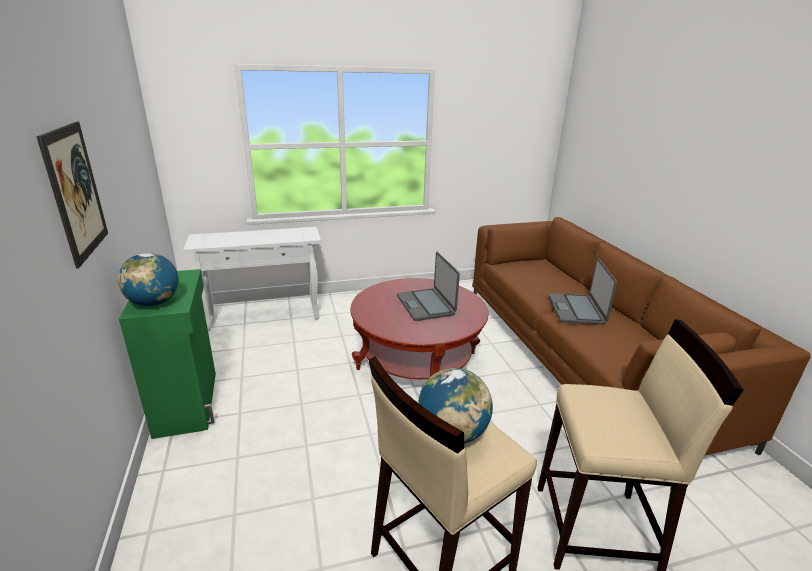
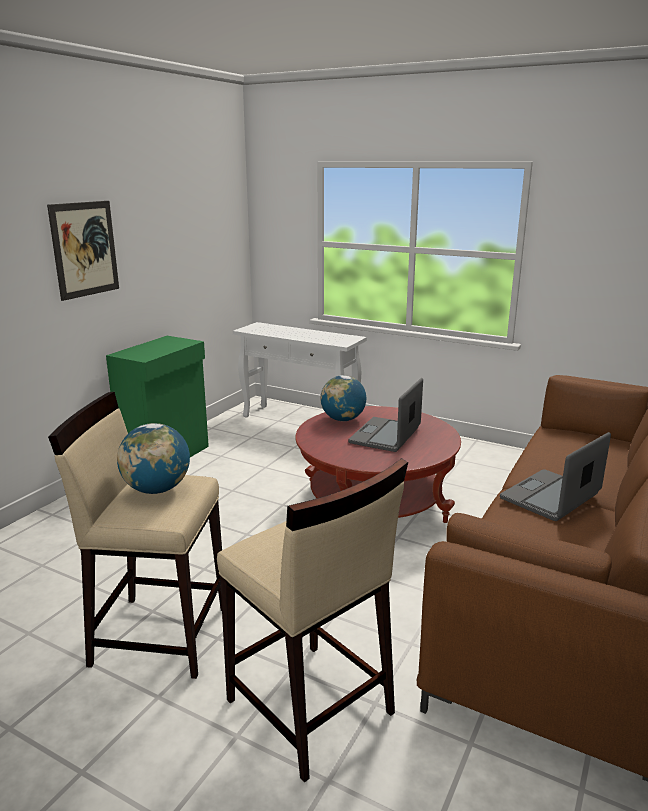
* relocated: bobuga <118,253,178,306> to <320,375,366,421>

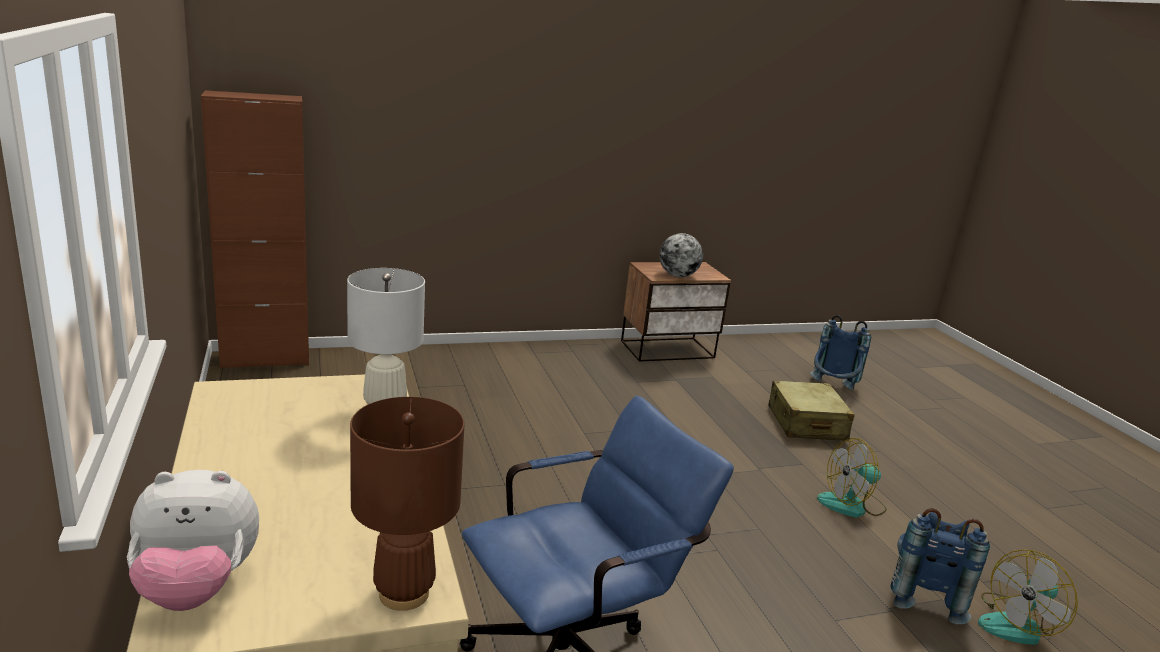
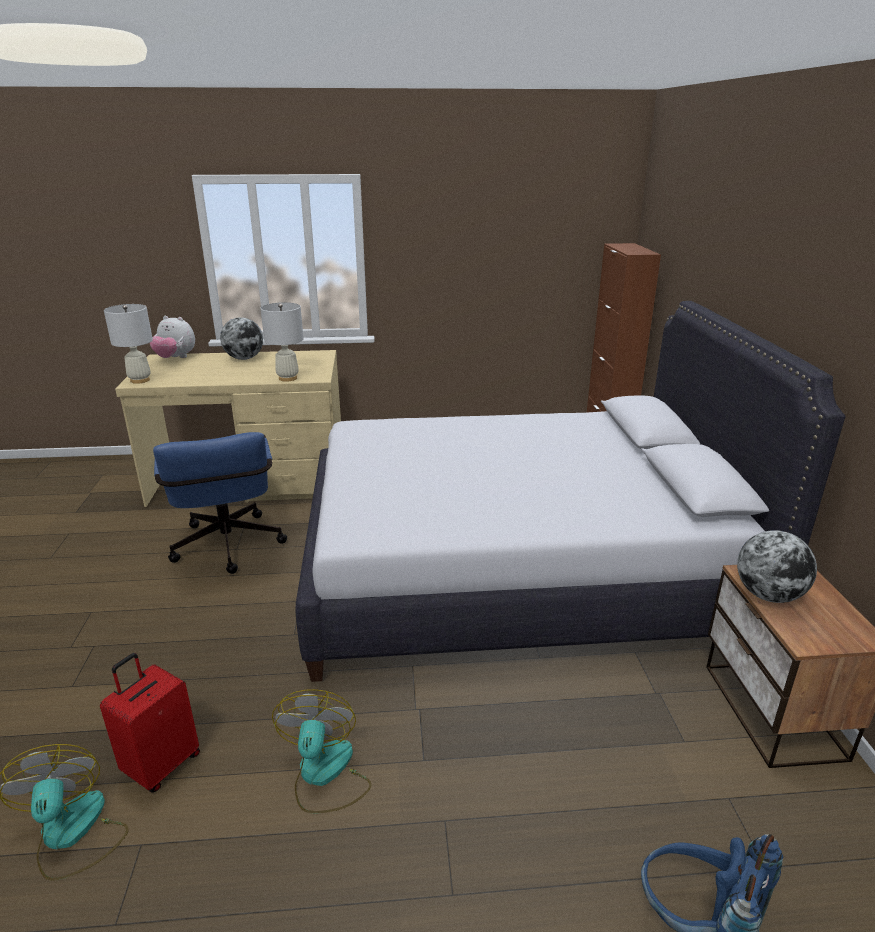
* exchanged: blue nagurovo <891,508,990,624> to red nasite <100,653,200,793>
* colour: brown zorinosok <350,397,464,611> to white zorinosok <104,304,153,384>
* spun: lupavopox <127,470,259,611> = <150,316,195,358> 75 degrees counterclockwise
* appeared: bobuga <220,317,263,360>
* appeared: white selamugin <295,301,845,682>
* missing: beige nasite <768,380,855,441>

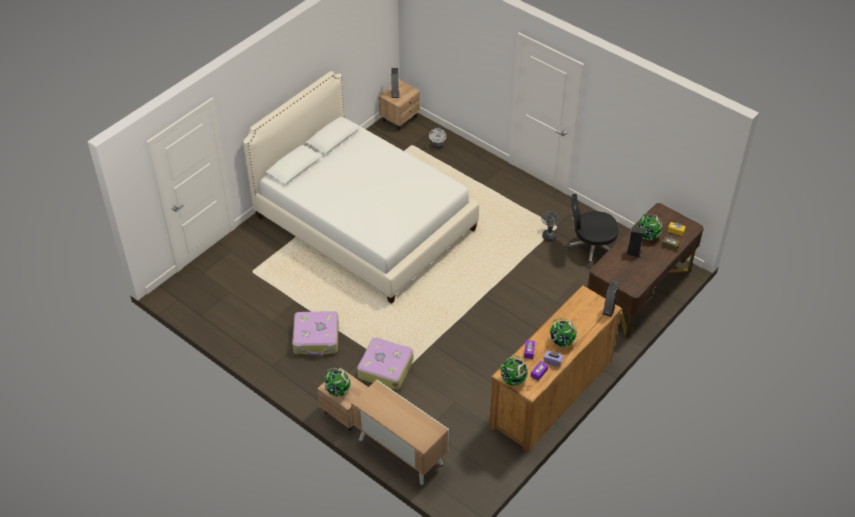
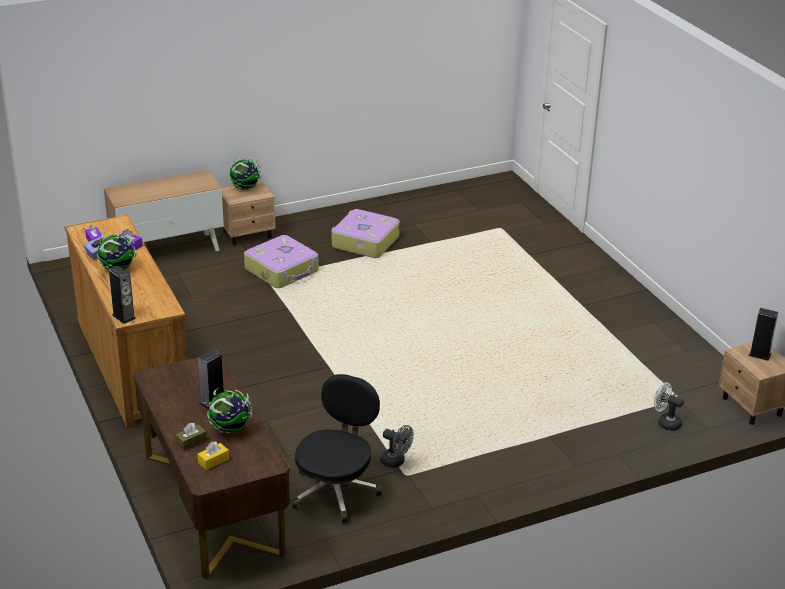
* missing: white selamugin <243,71,479,304>
* missing: bobuga <500,355,528,386>

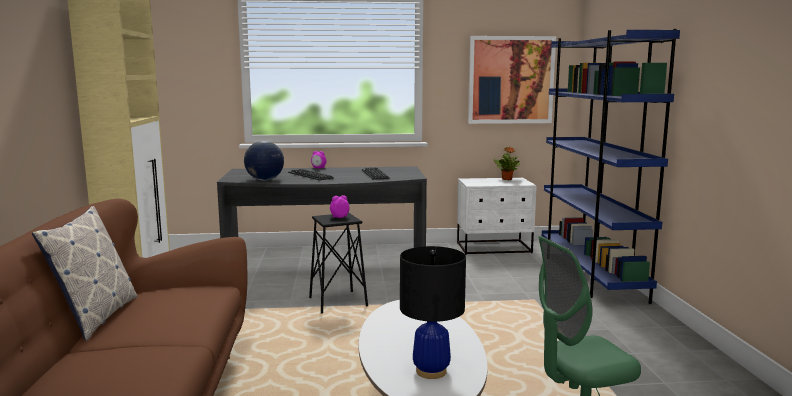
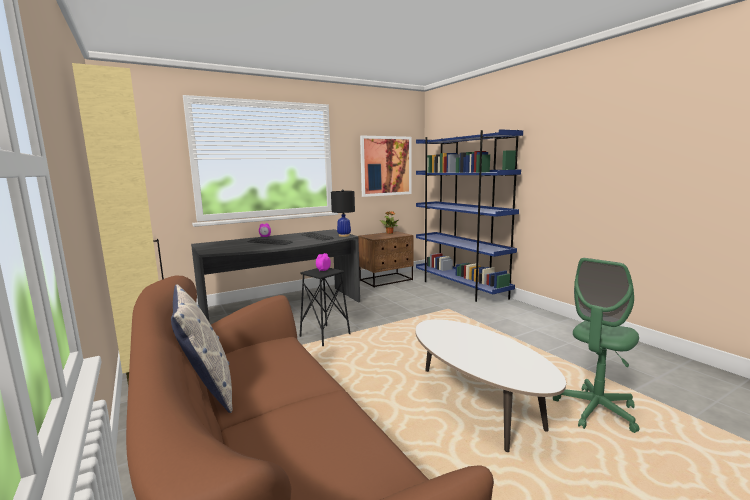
* relocated: black zorinosok <400,246,466,379> to <331,189,355,237>
* colour: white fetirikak <457,178,537,255> to brown fetirikak <359,231,414,288>
* missing: bobuga <244,141,284,181>

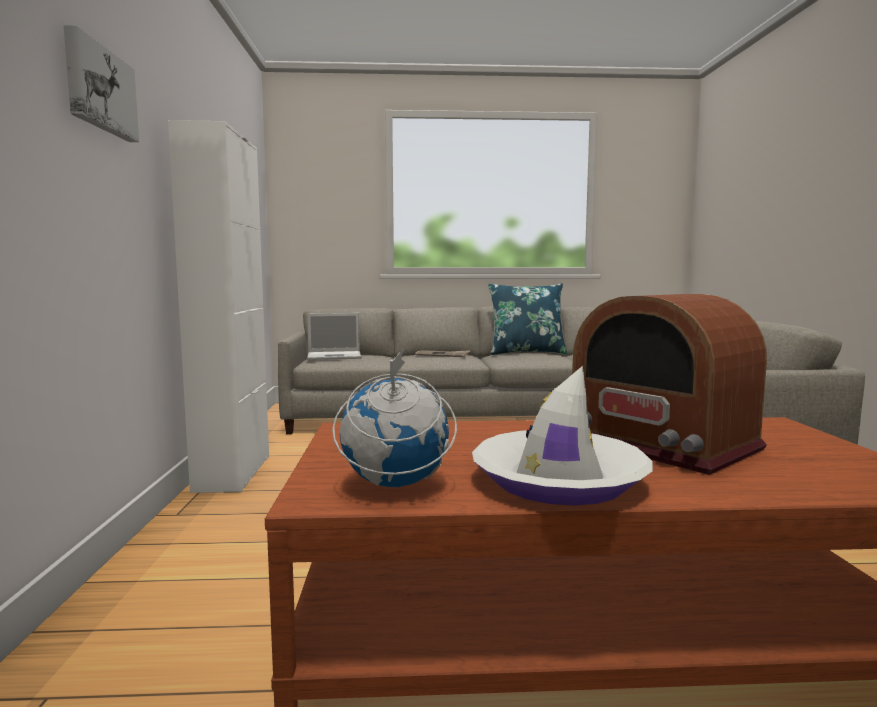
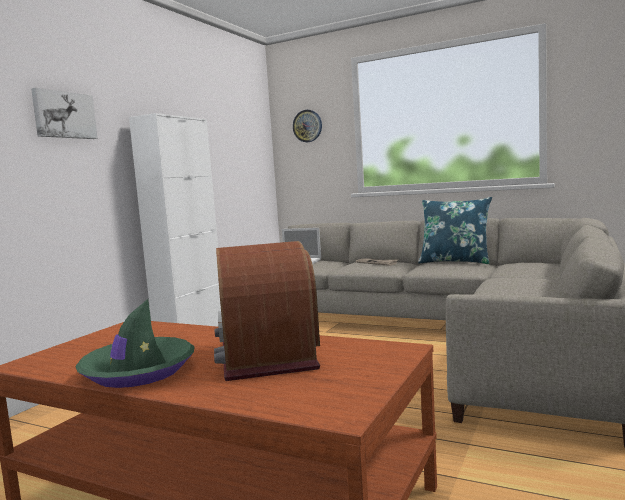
* colour: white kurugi <472,366,653,505> to green kurugi <75,299,195,388>
* appeared: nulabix <293,110,322,142>
* missing: bobuga <332,348,457,487>

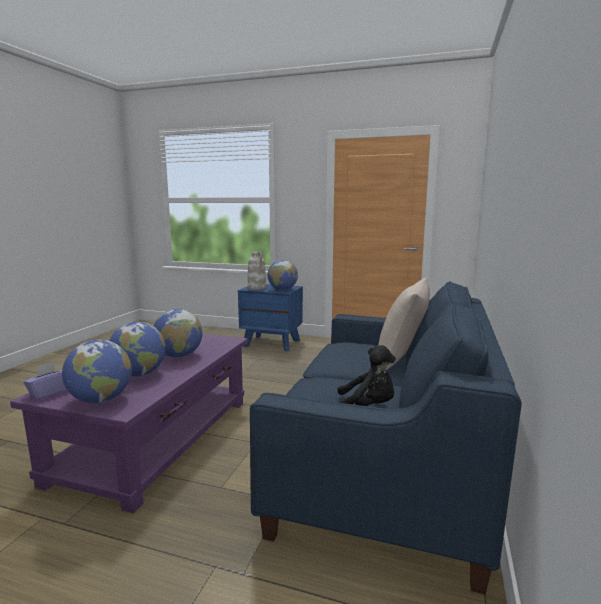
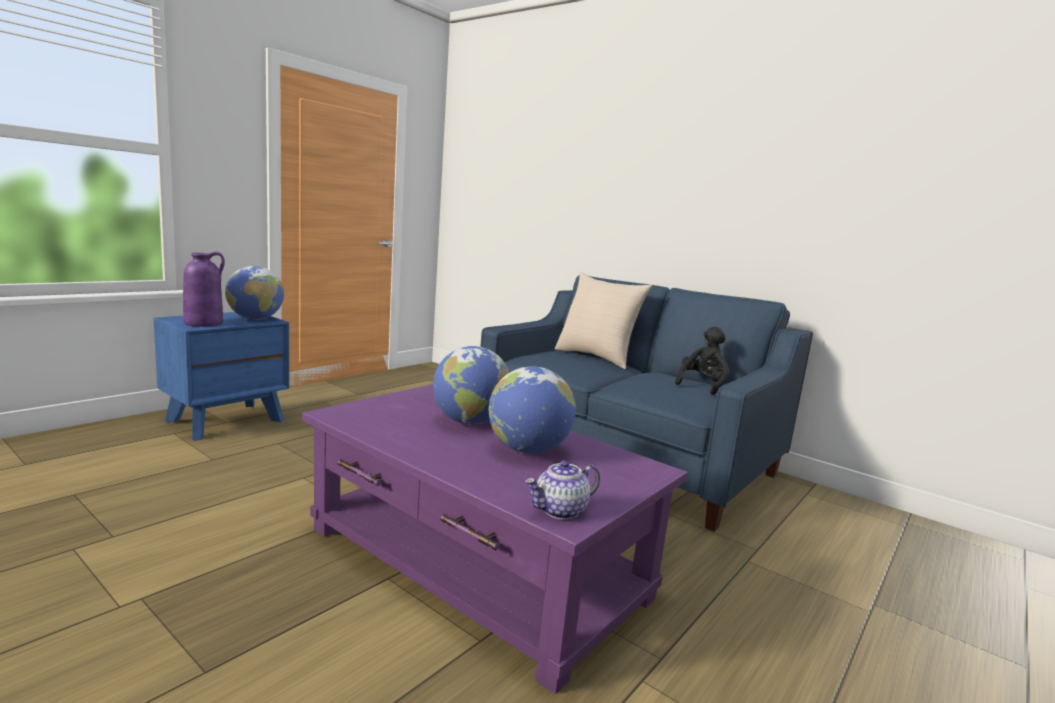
* colour: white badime <248,251,266,290> to purple badime <183,252,225,327>
* exchanged: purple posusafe <23,362,67,400> to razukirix <525,460,600,520>
* missing: bobuga <62,340,132,403>

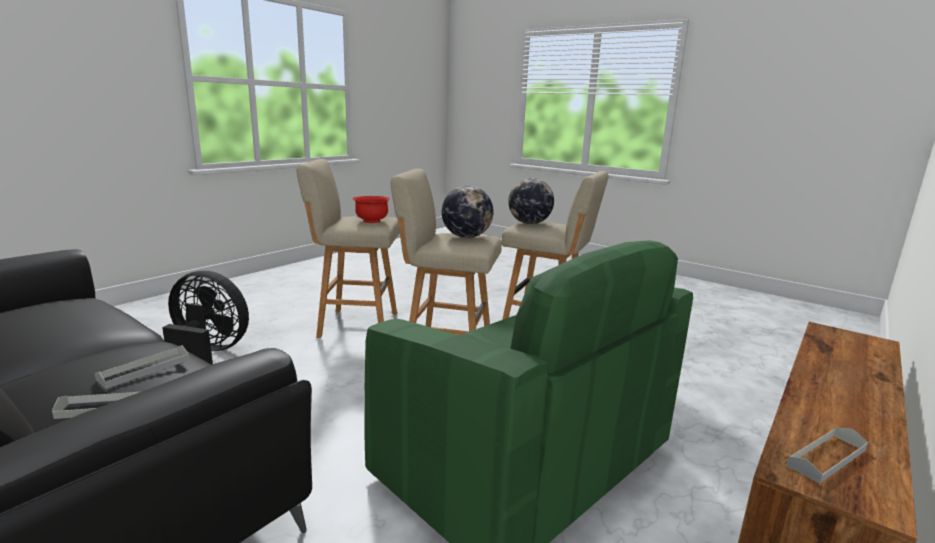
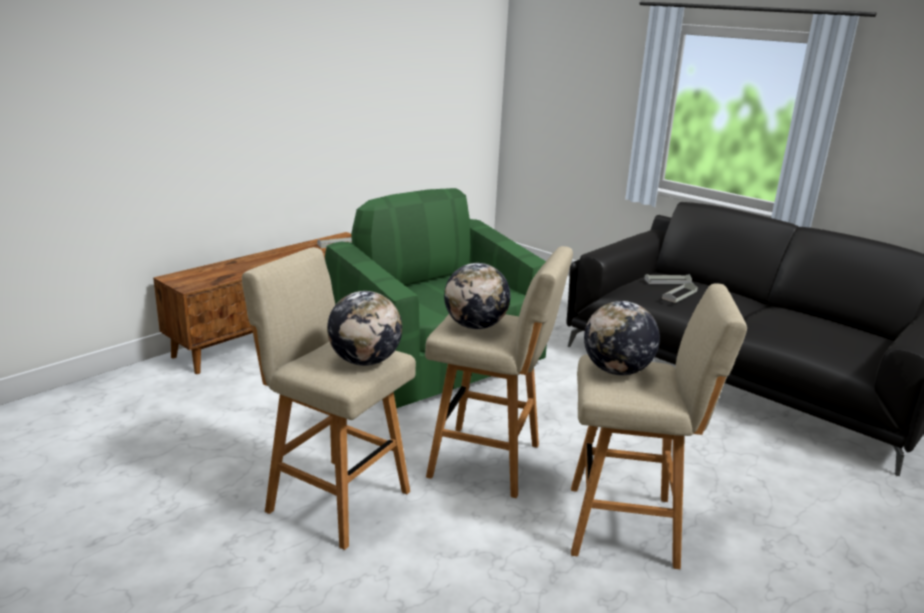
* exchanged: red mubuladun <353,196,390,223> to bobuga <584,301,660,375>
* missing: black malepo <162,271,249,365>

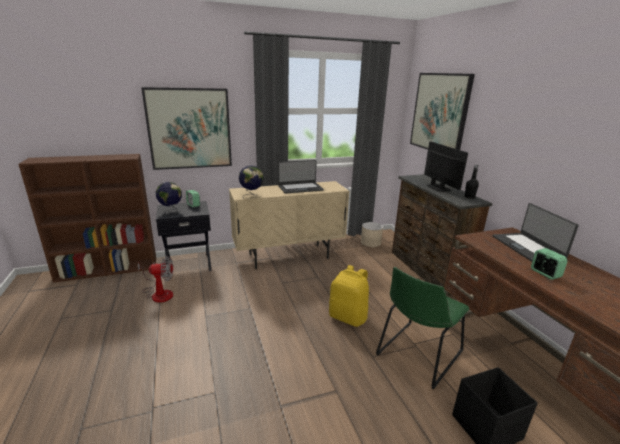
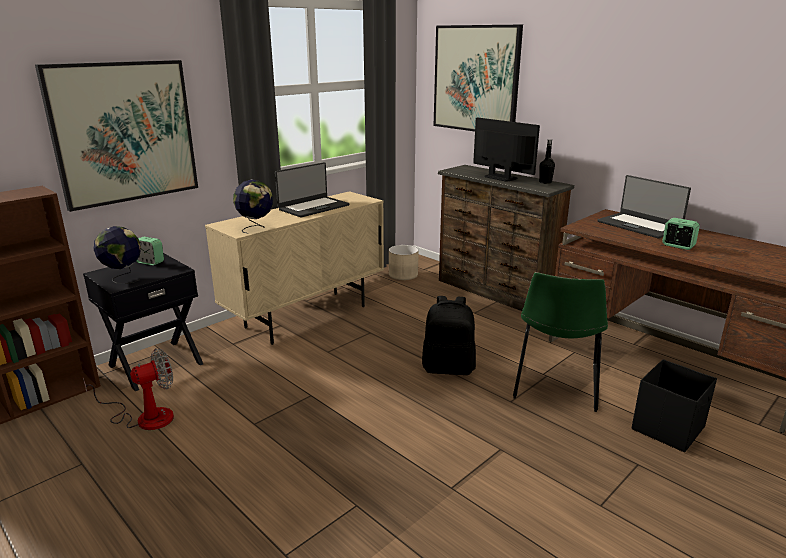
* colour: yellow nagurovo <329,265,369,327> to black nagurovo <422,296,476,375>

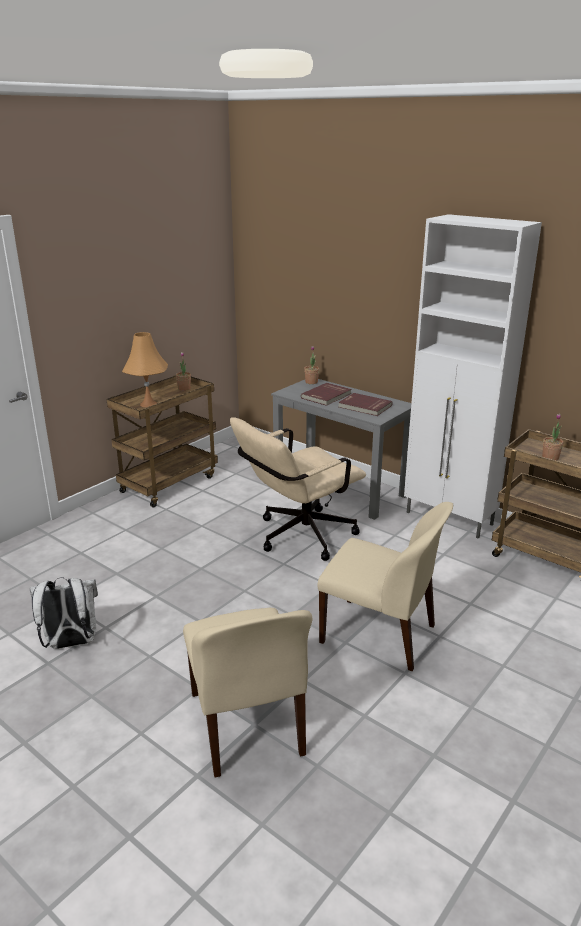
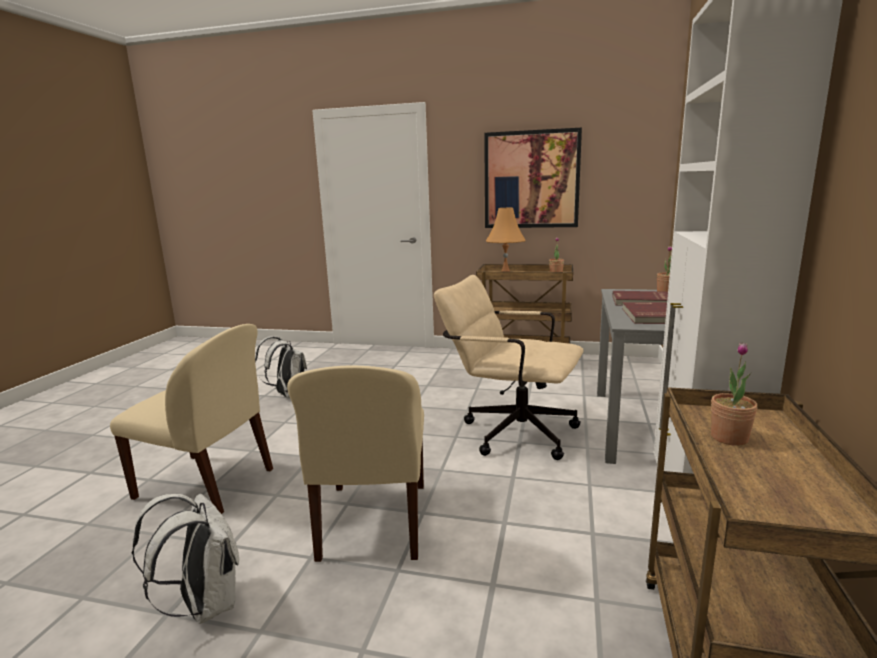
* spun: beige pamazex <183,608,312,778> = <110,324,273,514> 120 degrees counterclockwise
* appeared: white nagurovo <132,494,239,624>
* appeared: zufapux <484,128,582,228>

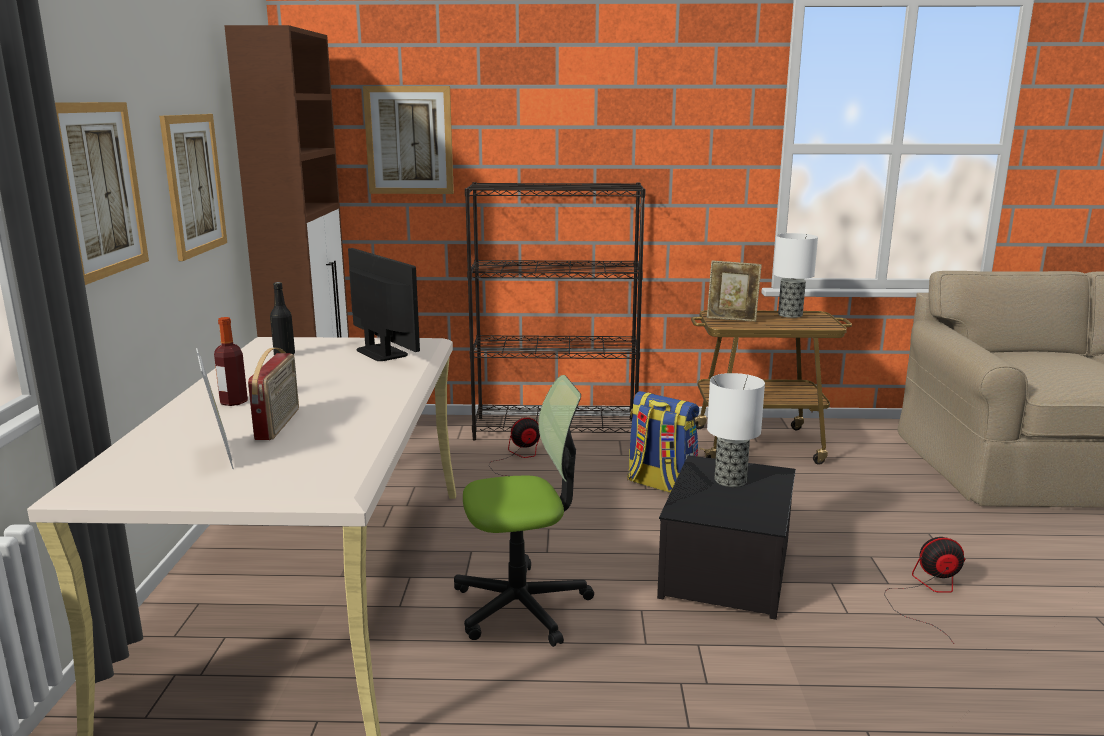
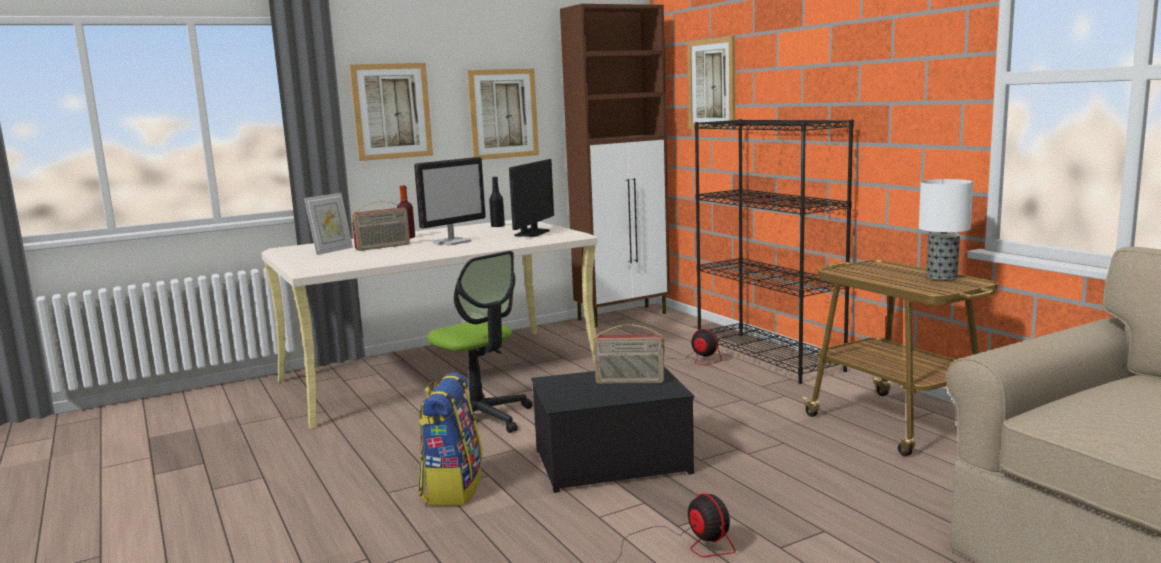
* appeared: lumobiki <414,157,486,245>
* relocated: nagurovo <627,391,699,493> to <418,373,483,506>
* exchanged: zorinosok <707,373,765,487> to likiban <593,324,665,384>
* missing: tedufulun <707,260,762,322>

